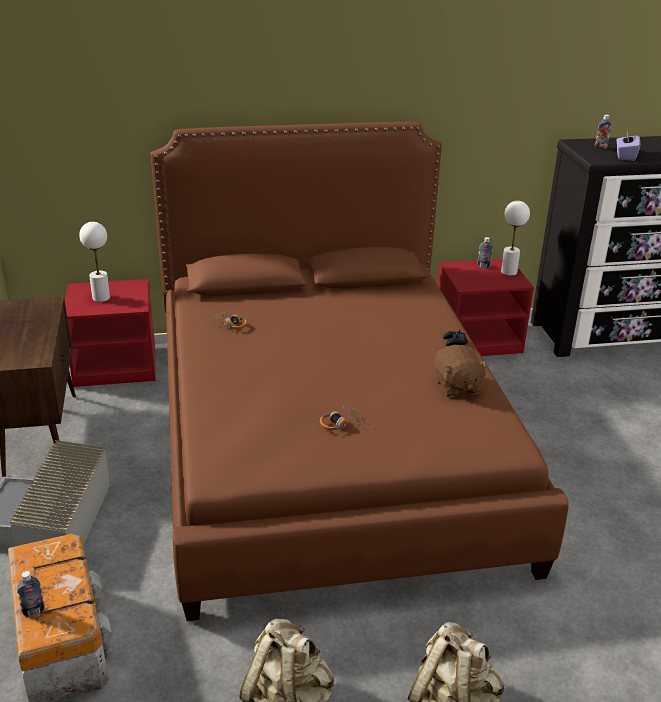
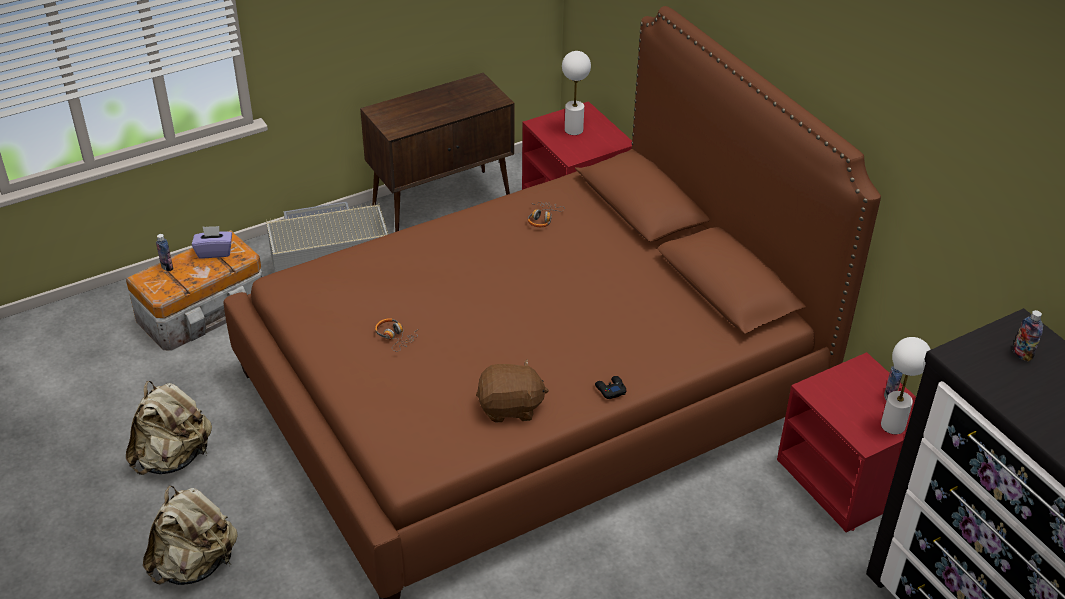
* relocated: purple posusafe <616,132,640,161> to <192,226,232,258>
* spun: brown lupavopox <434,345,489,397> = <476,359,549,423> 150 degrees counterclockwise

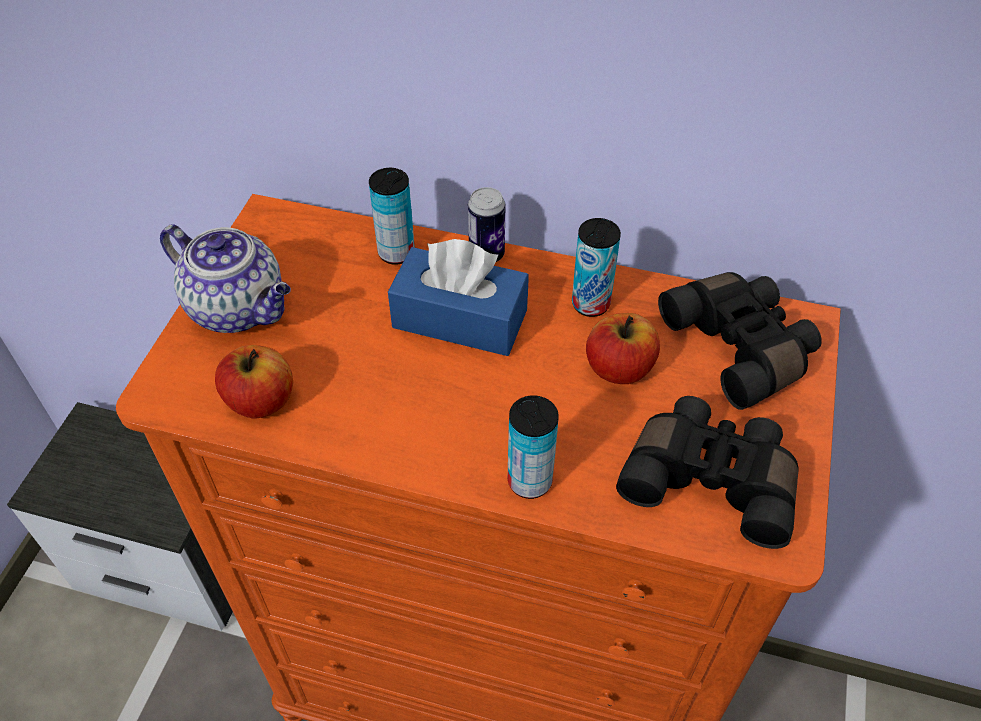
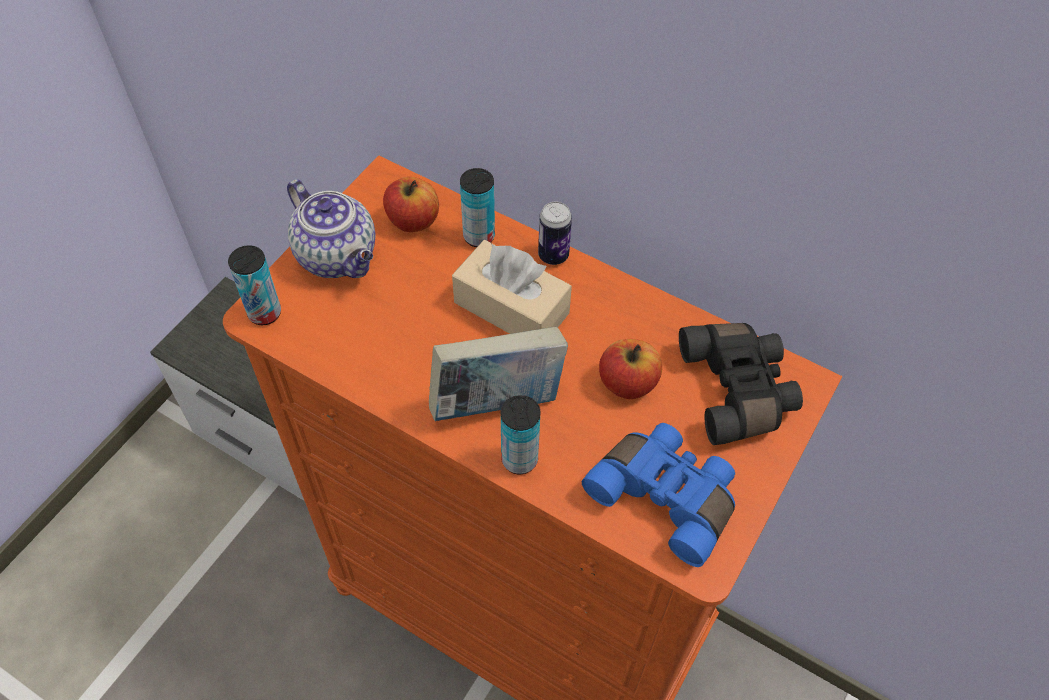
* relocated: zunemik <572,218,621,317> to <228,245,281,325>
* relocated: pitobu <215,345,293,418> to <383,177,439,232>
* appeared: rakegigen <429,327,568,421>
* colour: blue posusafe <388,239,529,356> to beige posusafe <452,240,572,334>
* colour: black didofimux <616,396,799,549> to blue didofimux <582,423,735,567>

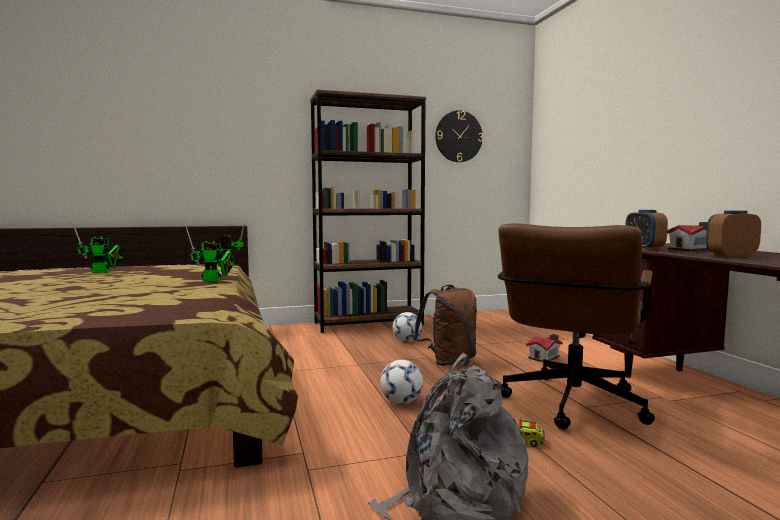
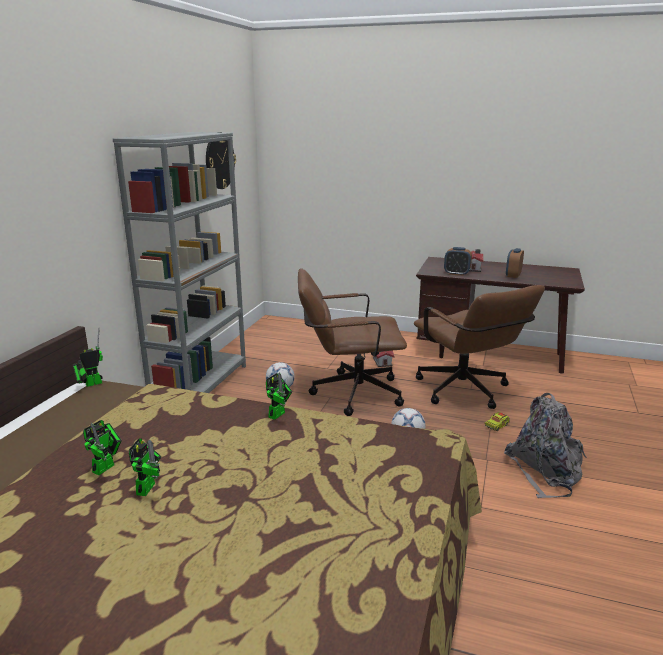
* colour: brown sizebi <310,89,426,333> to grey sizebi <112,132,246,393>
* appeared: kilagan <129,438,161,496>
* exchanged: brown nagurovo <413,285,477,366> to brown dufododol <298,268,407,416>

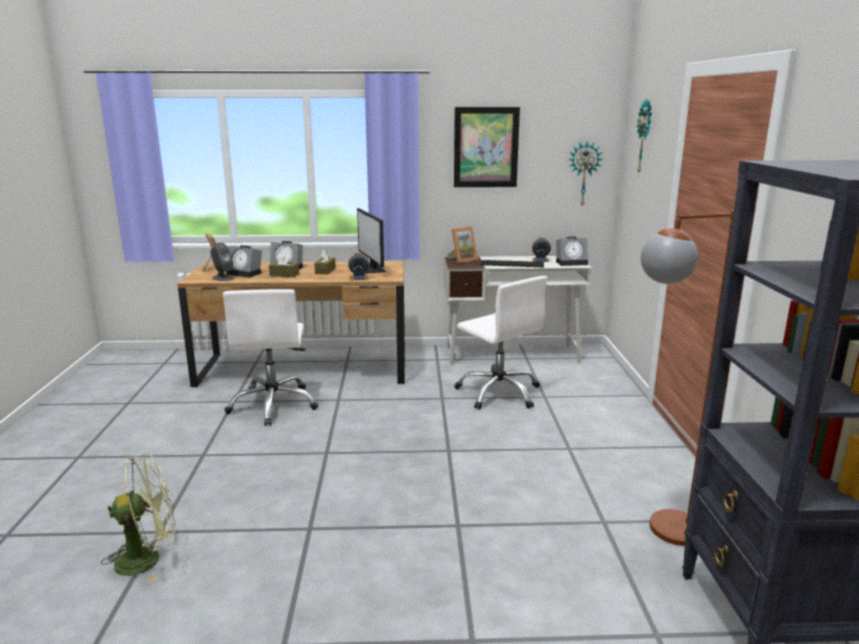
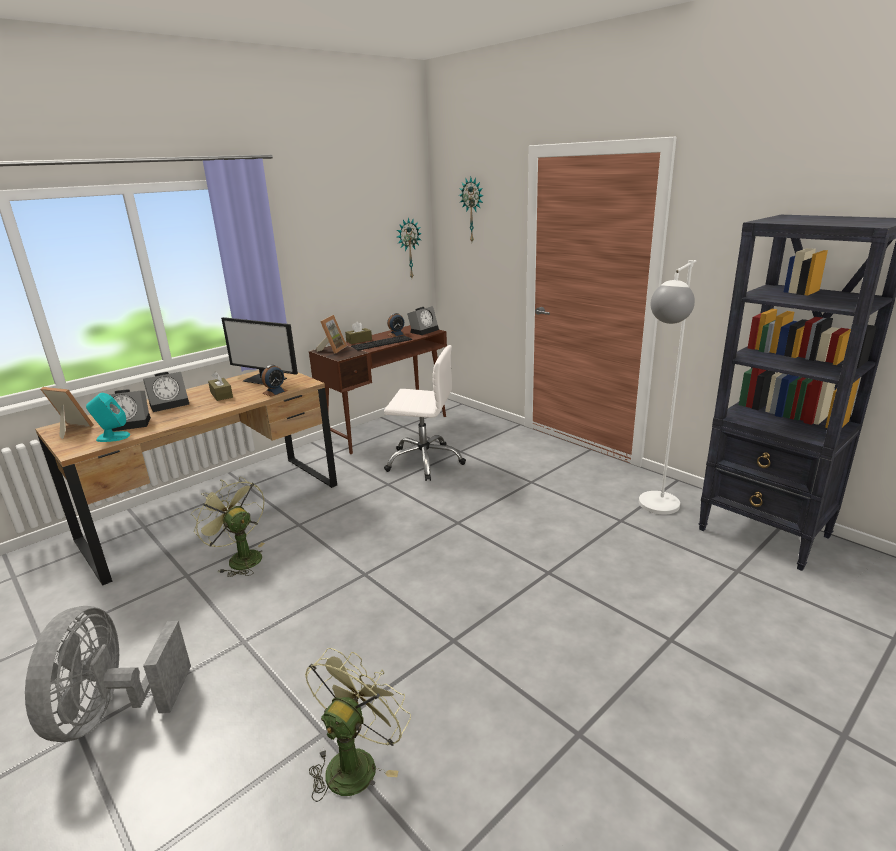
* appeared: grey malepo <25,606,191,742>
* colour: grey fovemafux <210,242,234,281> to turquoise fovemafux <86,393,130,442>
* exchanged: white dufododol <223,289,319,426> to green malepo <191,477,265,577>
* colour: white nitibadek <444,256,592,365> to brown nitibadek <309,325,447,454>
* relocated: brown posusafe <269,253,299,277> to <345,321,372,344>
* colour: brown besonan <641,210,755,546> to white besonan <639,260,696,515>
* missing: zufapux <454,107,520,187>

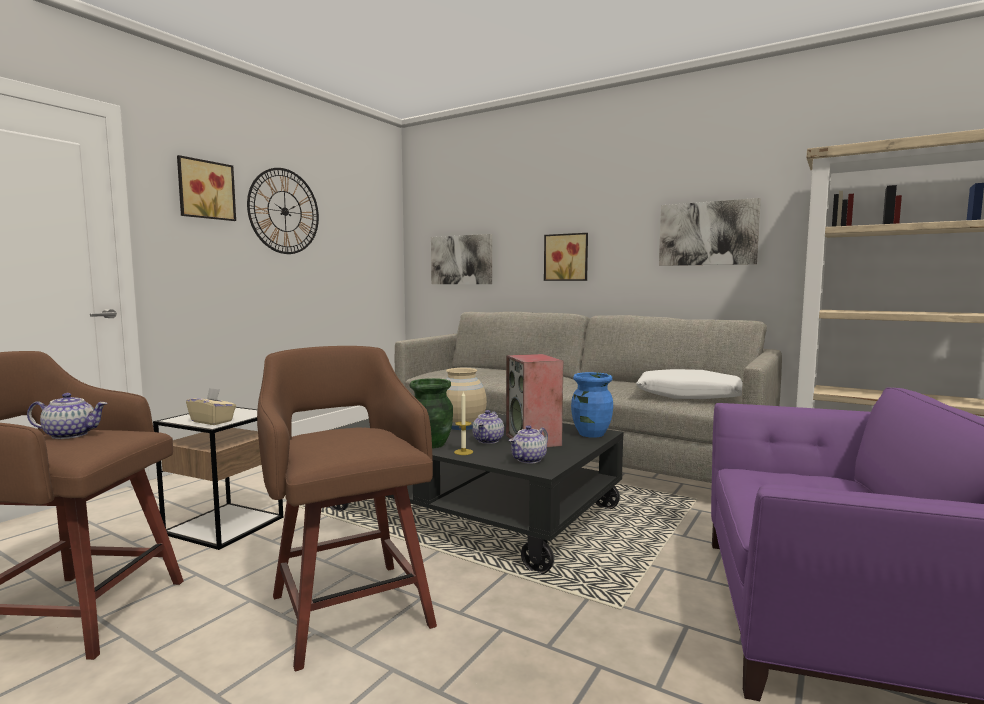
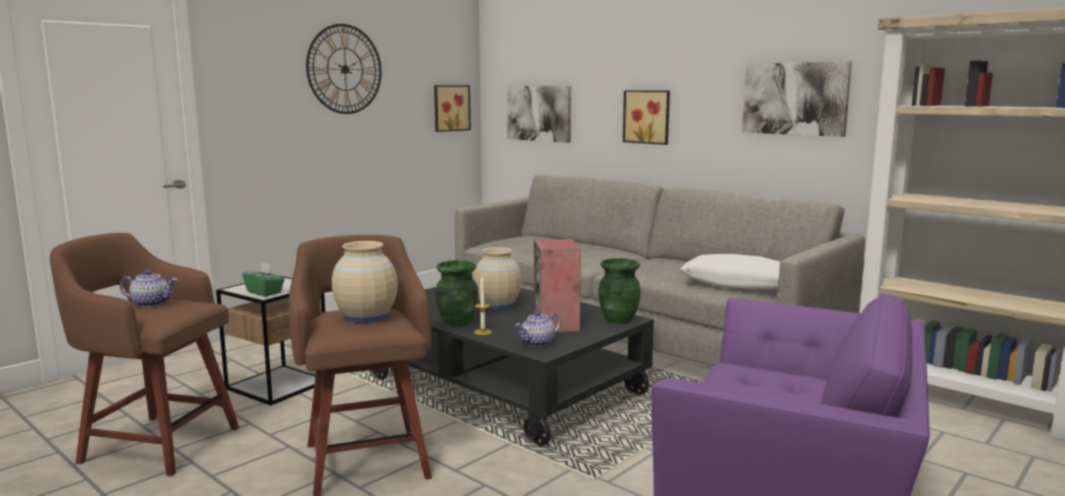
* colour: beige posusafe <186,388,236,425> to green posusafe <242,262,285,296>
* appeared: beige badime <332,241,398,323>
* relocated: zufapux <177,155,236,221> to <434,85,471,132>
* colour: blue badime <571,372,613,438> to green badime <598,258,641,324>
* missing: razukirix <472,410,504,444>

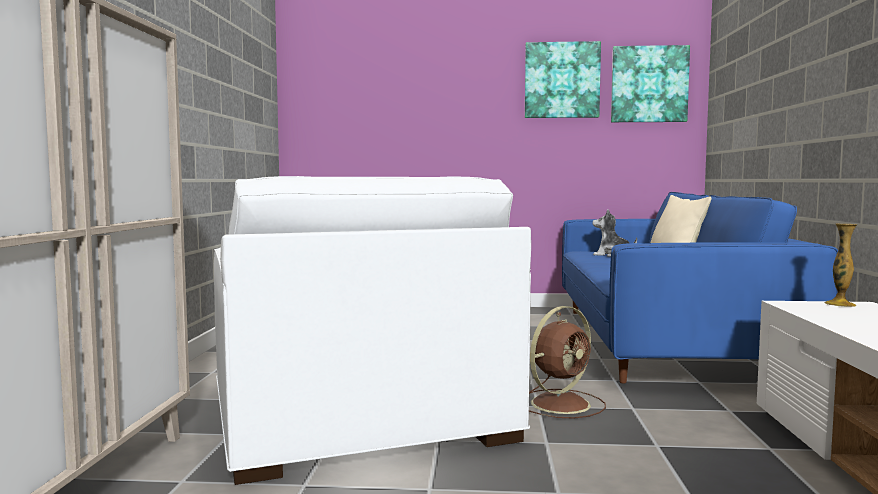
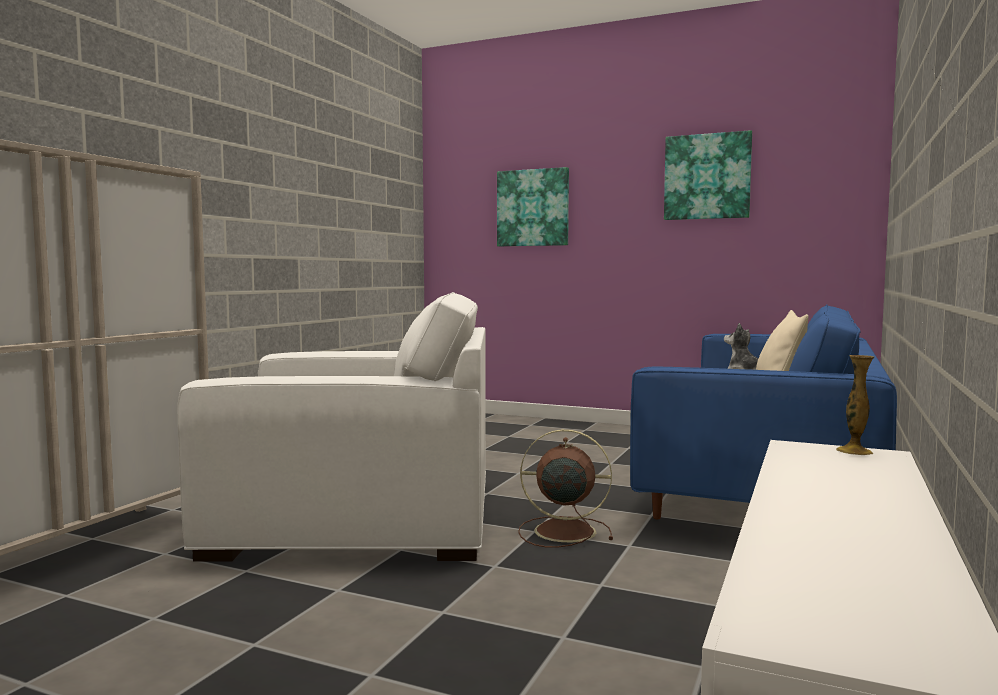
* spun: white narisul <214,176,531,485> = <177,292,486,562> 90 degrees counterclockwise
* relocated: zufapux <611,45,690,122> to <497,167,569,246>
* spun: brown malepo <529,306,606,419> = <518,429,613,548> 150 degrees counterclockwise

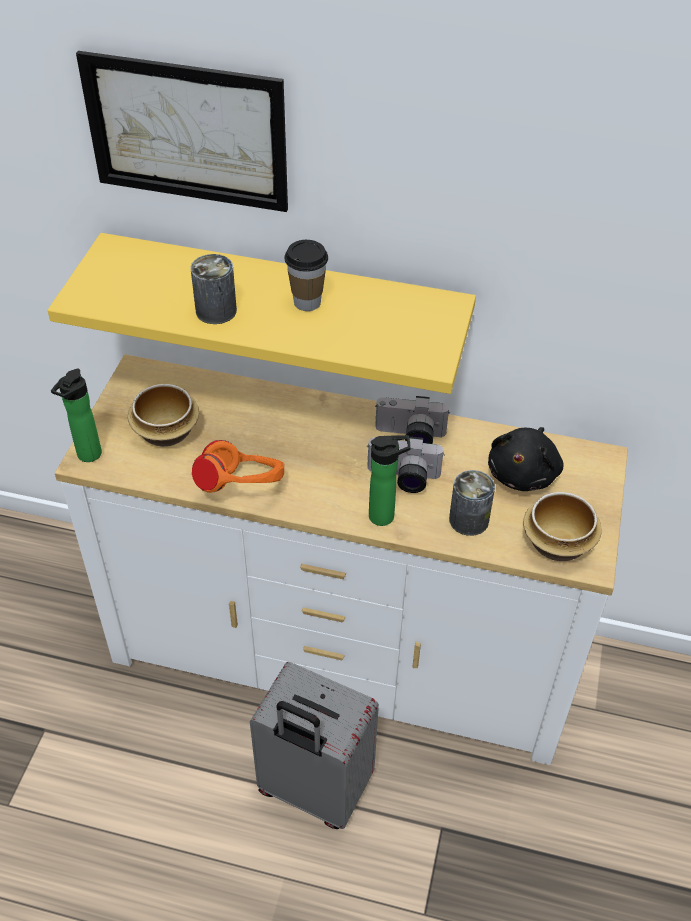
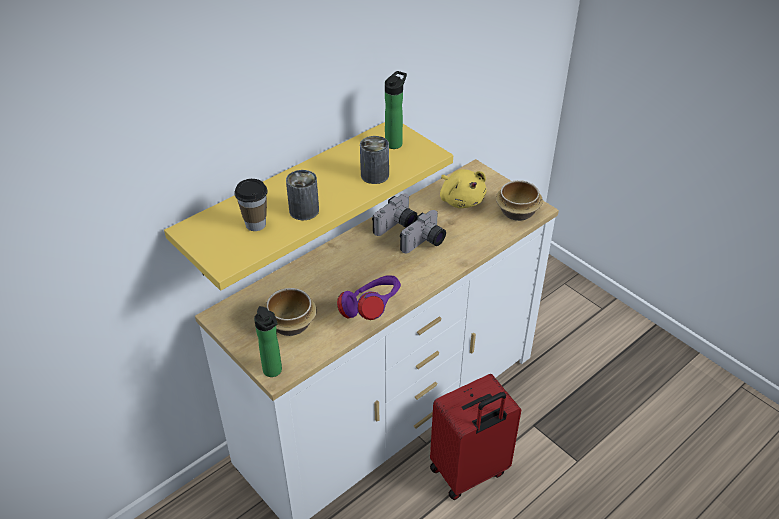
* relocated: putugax <284,240,328,311> to <235,179,268,231>
* colour: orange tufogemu <192,440,284,493> to purple tufogemu <337,275,401,320>
* relocated: zunemik <449,470,495,536> to <360,136,389,184>
* relocated: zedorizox <369,435,411,526> to <385,71,407,149>
* colour: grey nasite <250,662,379,829> to red nasite <430,374,521,500>
* colour: black lupavopox <488,427,563,491> to yellow lupavopox <440,169,486,208>
* missing: zufapux <76,51,288,212>

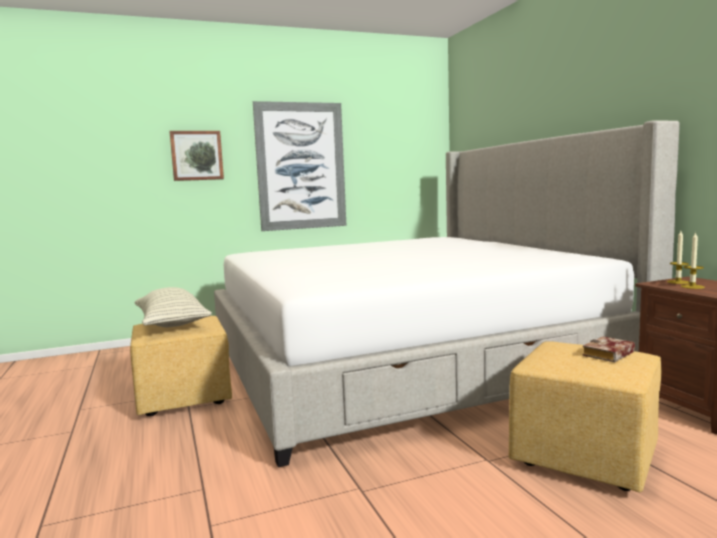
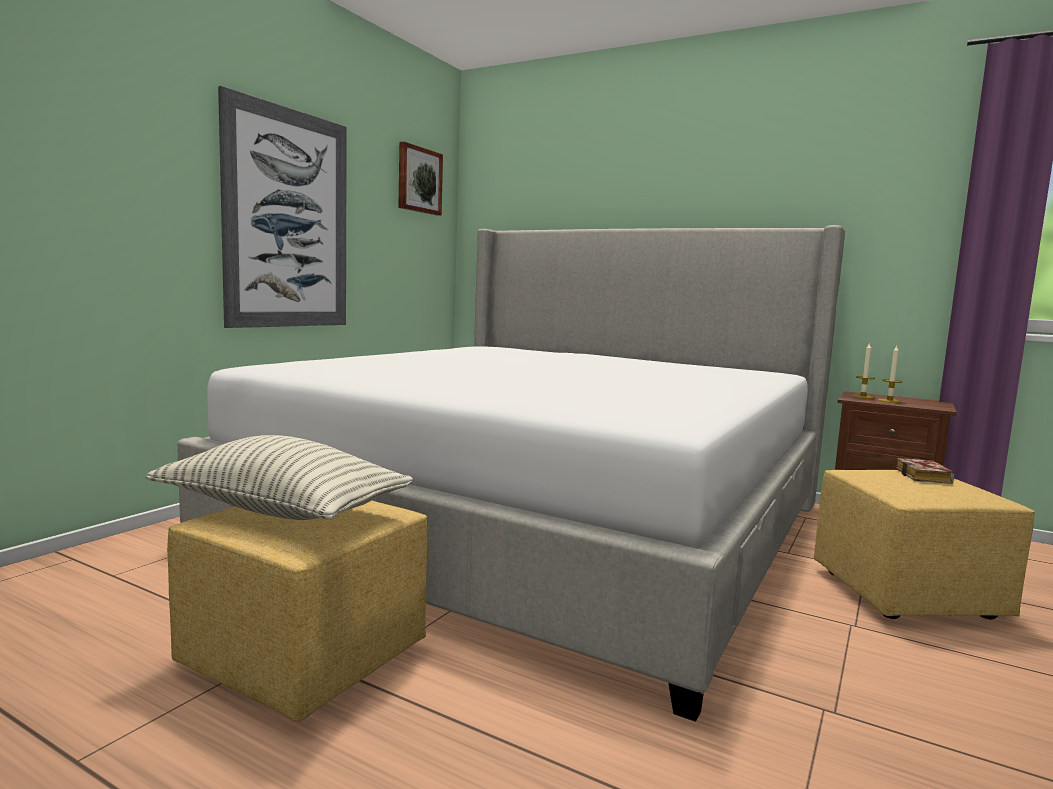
* relocated: zufapux <169,131,224,181> to <398,142,443,215>

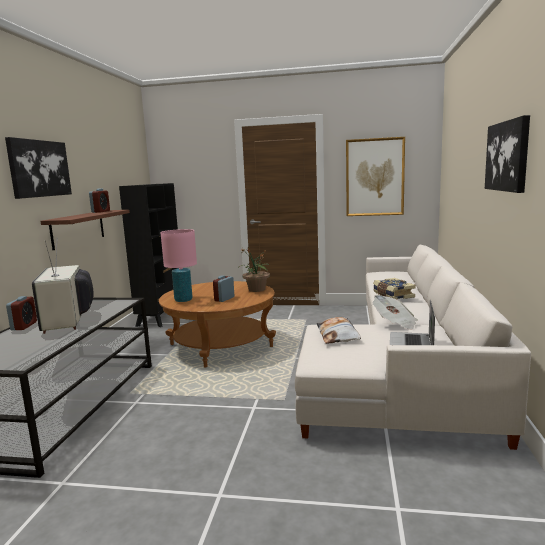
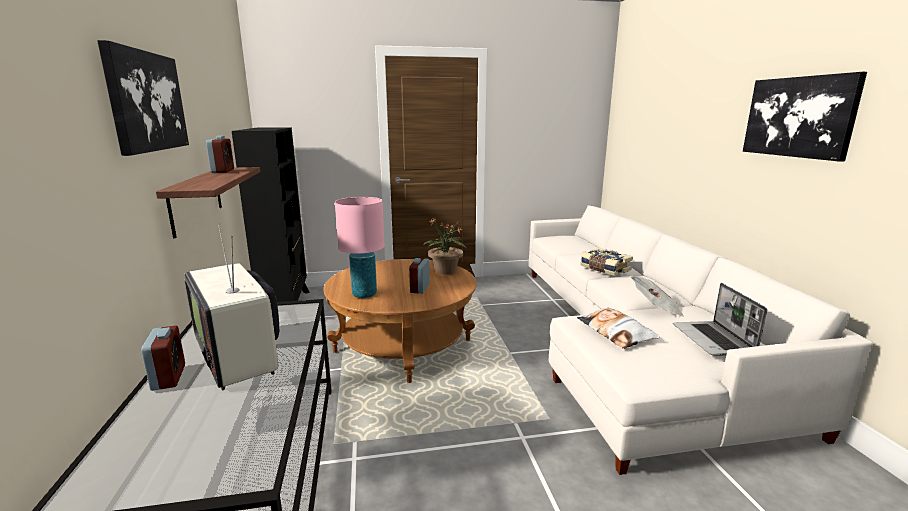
* missing: zufapux <346,137,405,216>

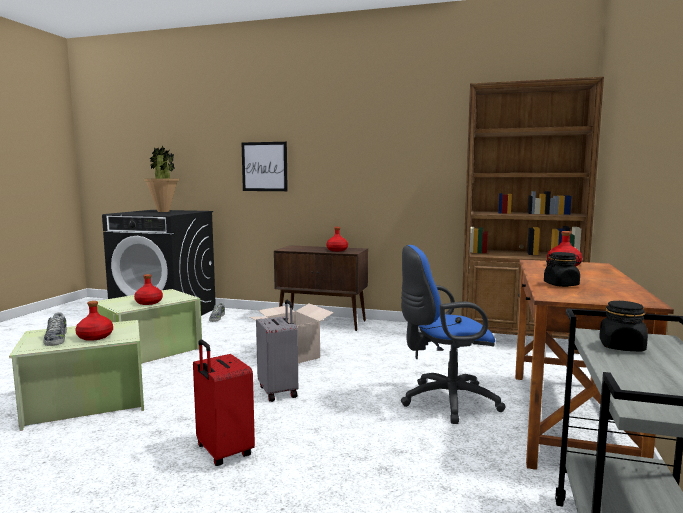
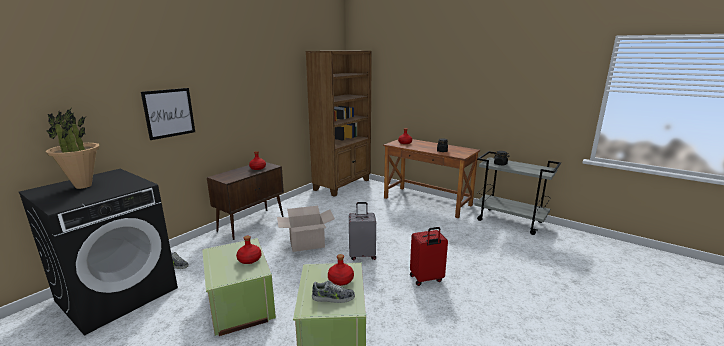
* missing: blue dufododol <401,245,506,424>

